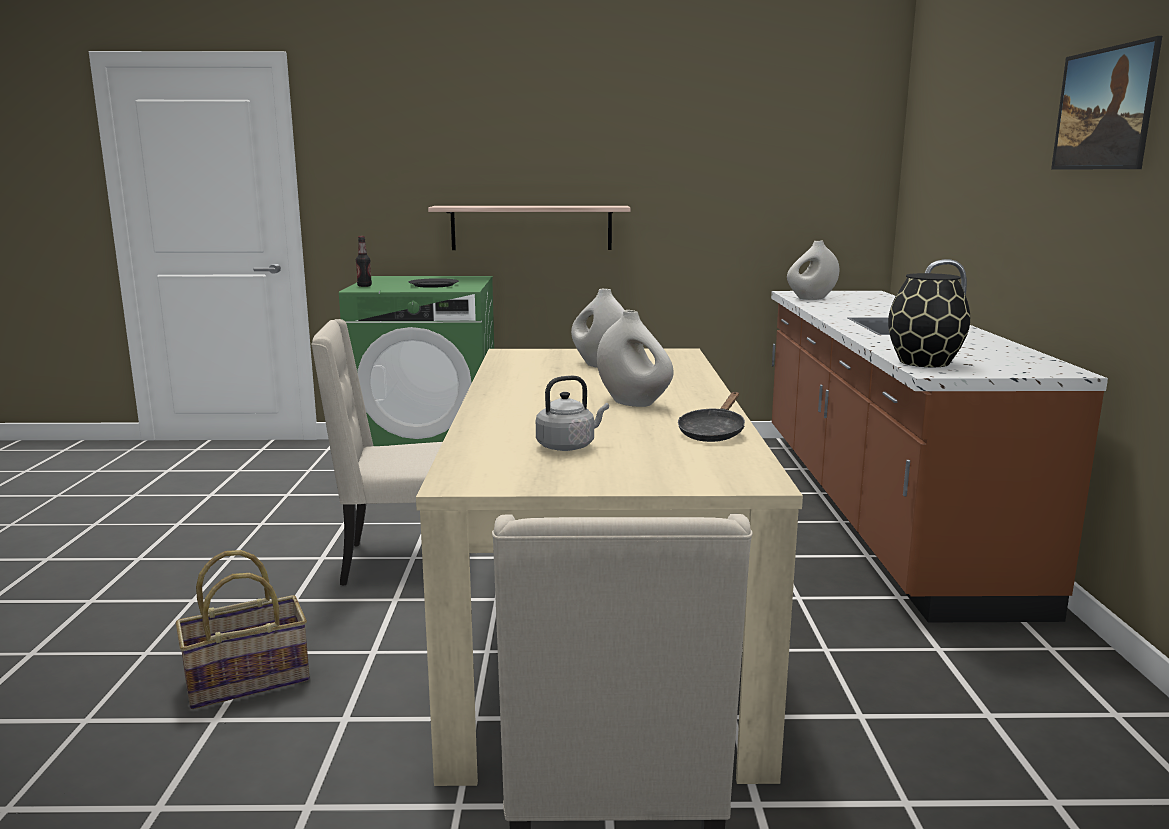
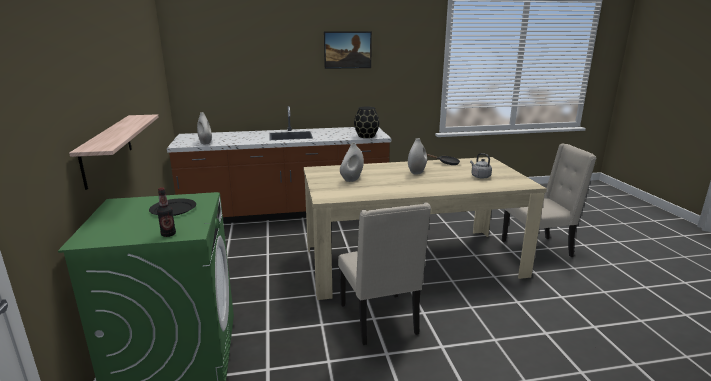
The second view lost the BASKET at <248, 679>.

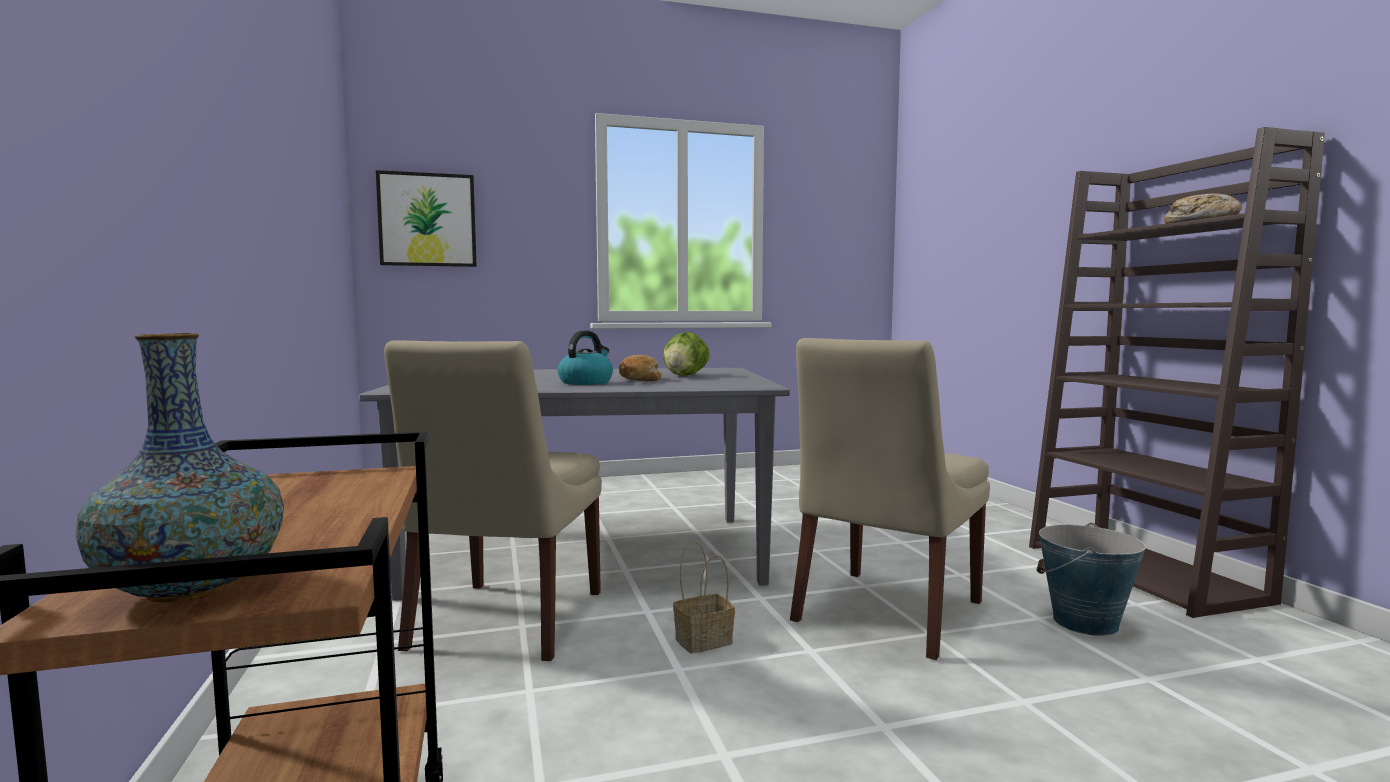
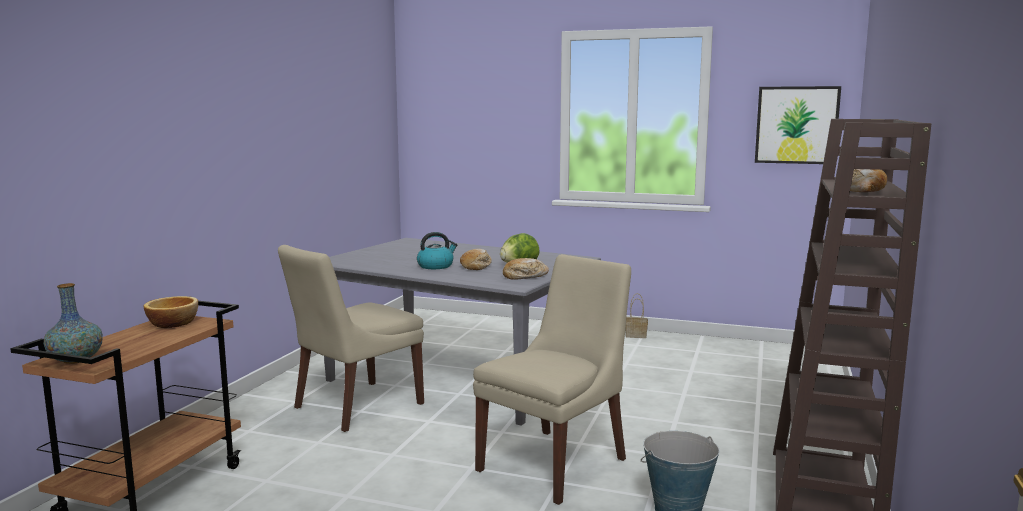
The second view gained the BOWL at <173, 323>. The BEIGE CHAIR at <885, 614> ended up facing another way, 150 degrees clockwise from before. The second view gained the BREAD at <525, 276>. The BASKET ended up elsewhere, having gone from <704, 640> to <636, 335>. The PICTURE ended up elsewhere, having gone from <427, 220> to <796, 125>.

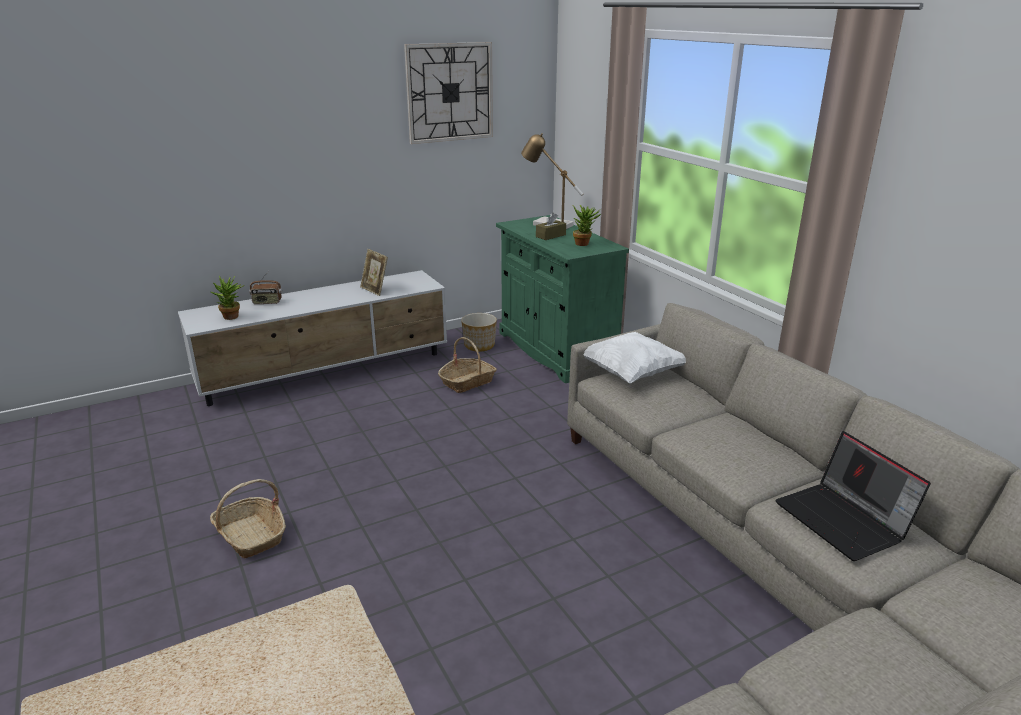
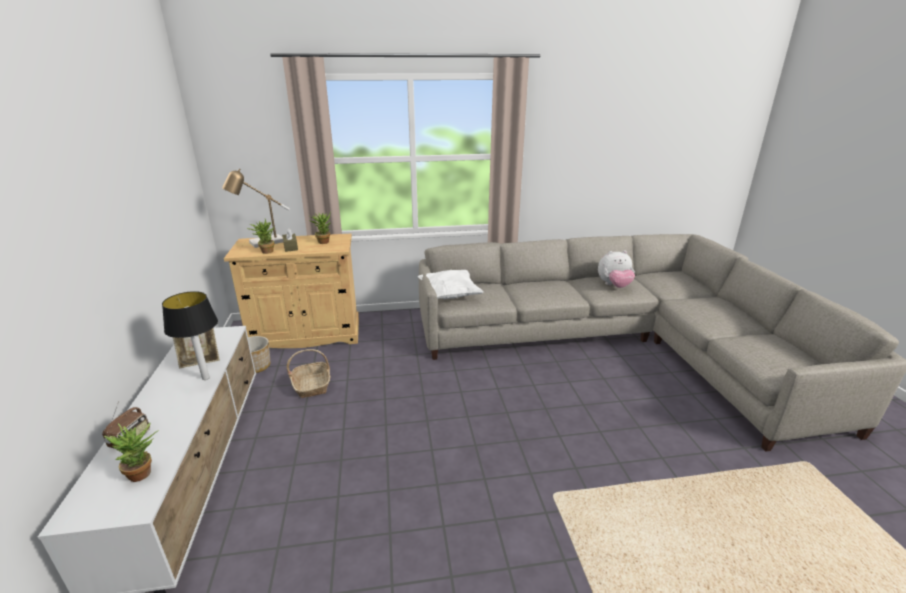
The second view gained the TABLE LAMP at <205, 378>. What was the GREEN CABINET at <555, 350> turned into the BEIGE CABINET at <306, 335>. The second view gained the POTTED PLANT at <265, 251>. Where the LAPTOP stood at <844, 521>, the PLUSH TOY came to stand at <614, 286>. The second view lost the BASKET at <251, 536>. The second view lost the WALL CLOCK at <450, 92>.

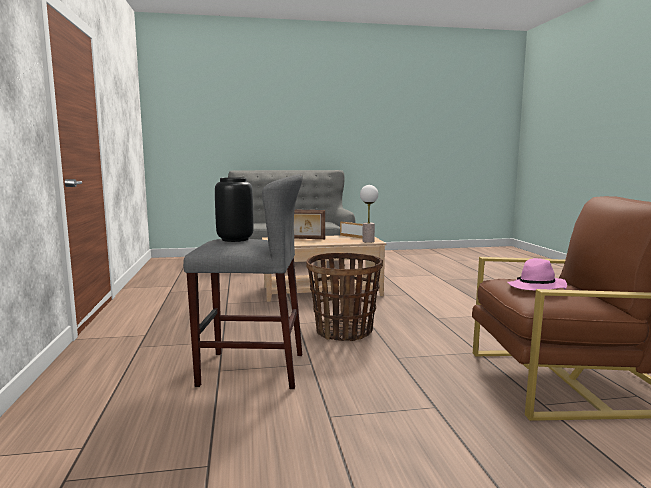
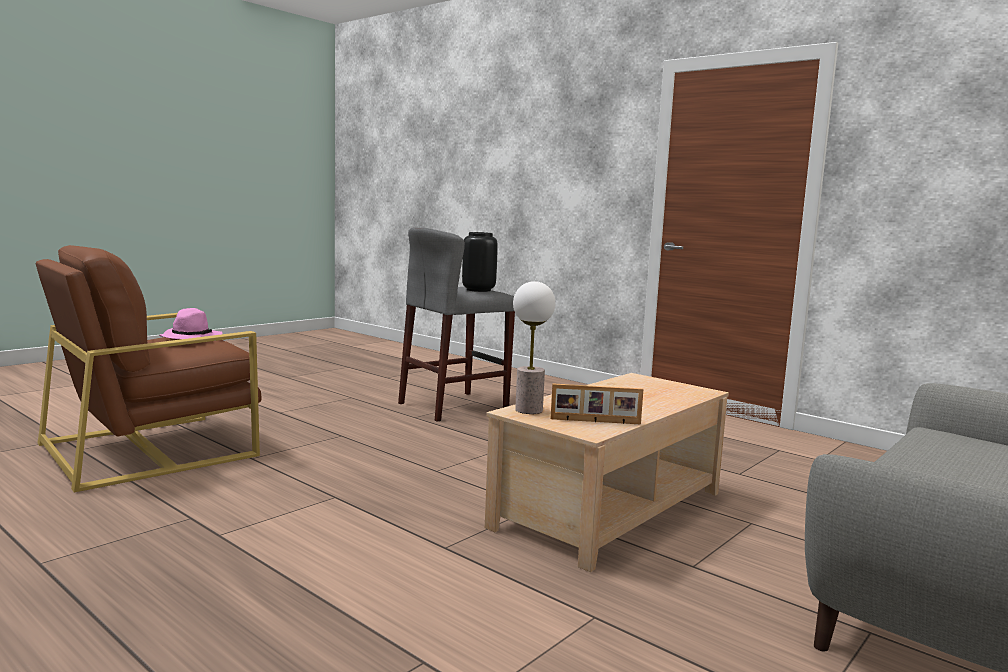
The second view lost the PICTURE FRAME at <307, 238>. The second view lost the BASKET at <344, 331>.

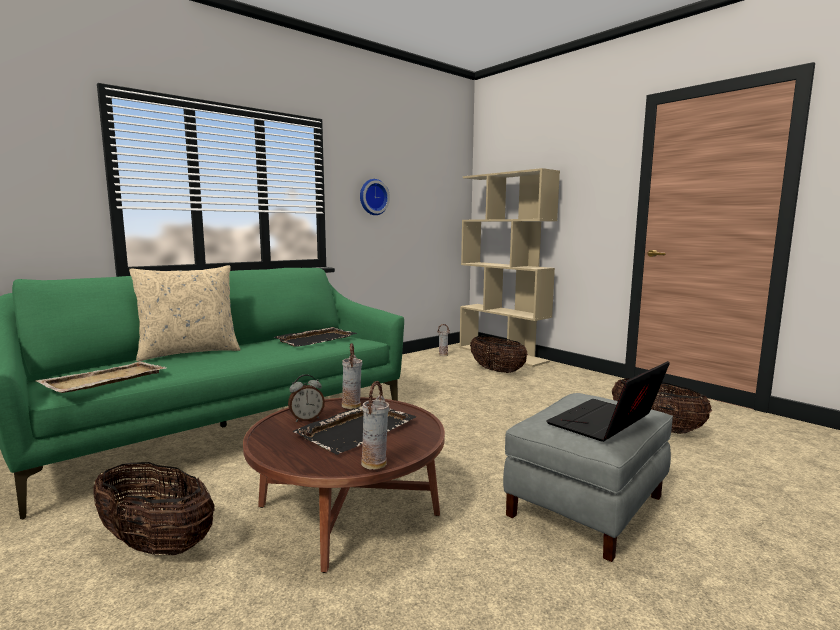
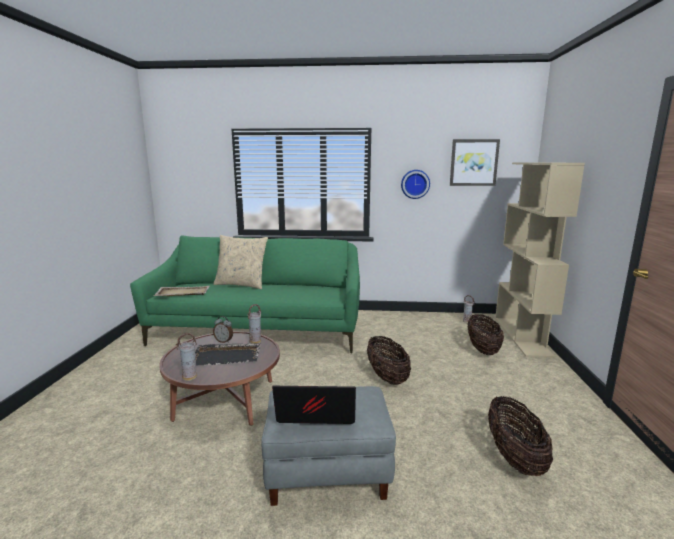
The BASKET ended up elsewhere, having gone from <156, 544> to <387, 377>. The second view gained the PICTURE at <473, 162>. The second view lost the BLACK TRAY at <317, 339>.

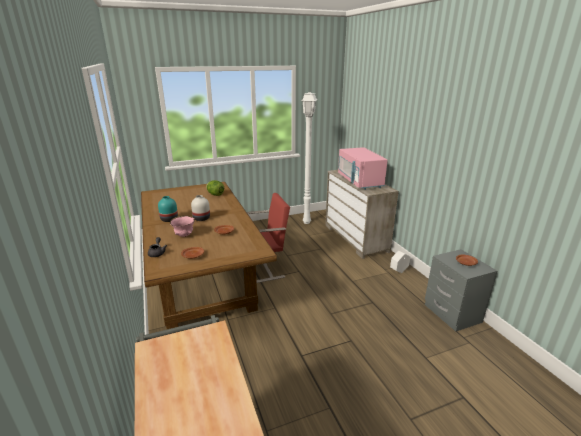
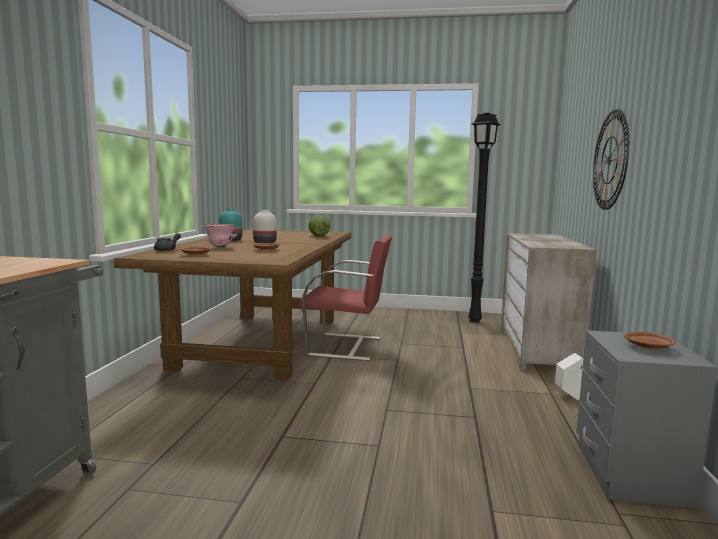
What was the WHITE FLOOR LAMP at <307, 222> turned into the BLACK FLOOR LAMP at <476, 321>. The second view gained the WALL CLOCK at <610, 160>. The second view lost the PINK MICROWAVE at <359, 181>.

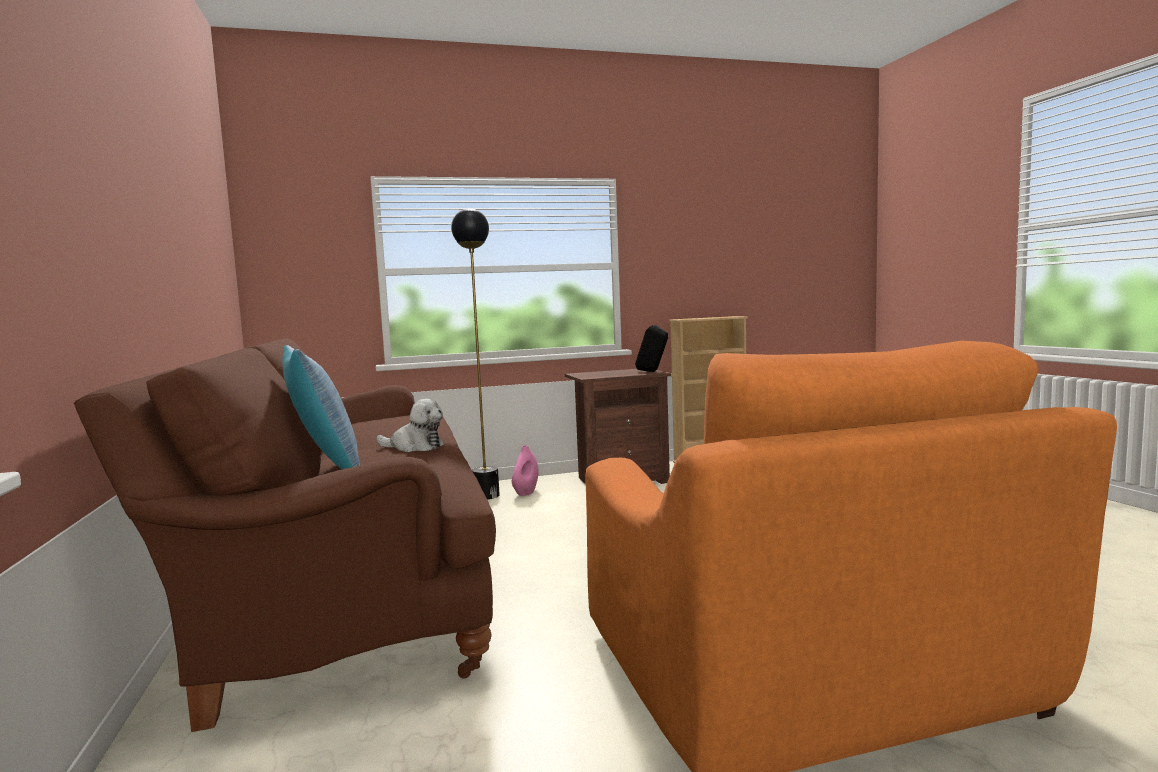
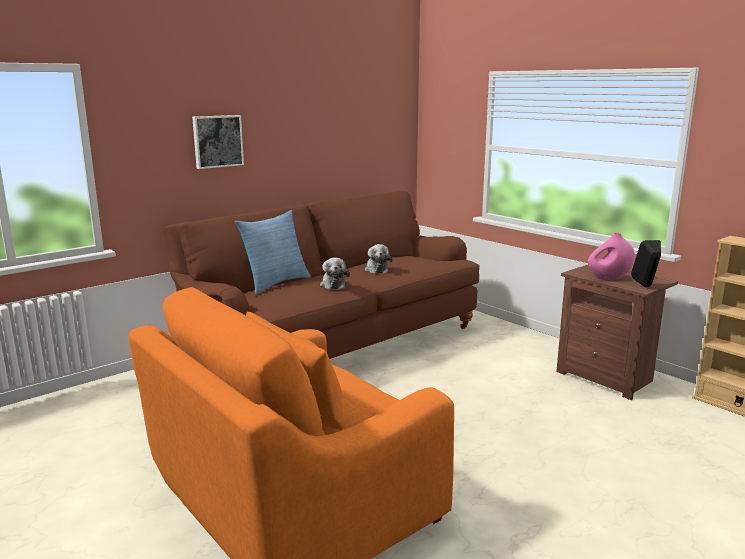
The second view gained the PICTURE at <217, 141>. The second view gained the PLUSH TOY at <377, 269>. The PINK VASE ended up elsewhere, having gone from <526, 493> to <609, 278>. The second view lost the BLACK FLOOR LAMP at <486, 496>.

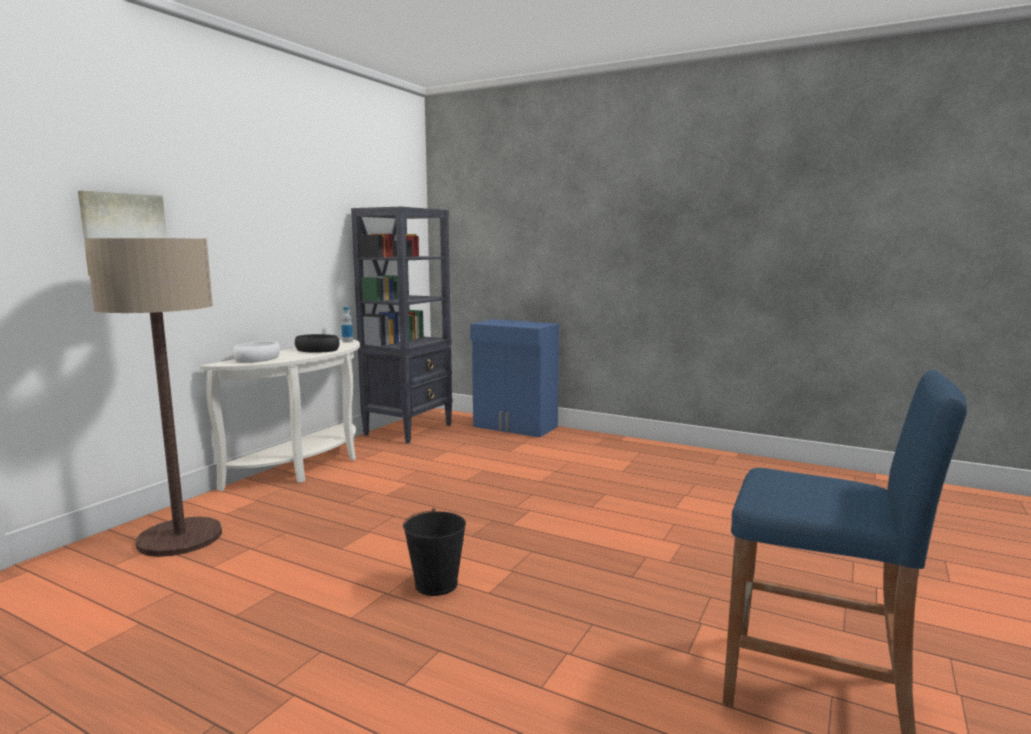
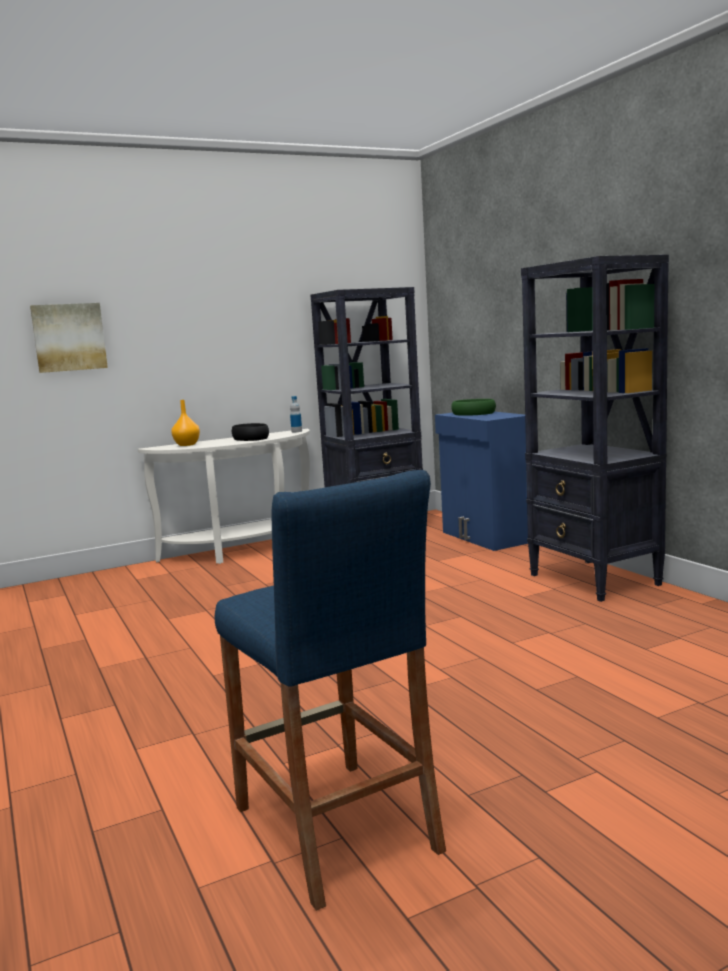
Where the WHITE BOWL stood at <257, 359>, the ORANGE VASE came to stand at <186, 445>. The second view gained the GREEN BOWL at <474, 413>. The second view gained the BLACK BOOKCASE at <594, 580>. The second view lost the FLOOR LAMP at <180, 538>. The second view lost the BLACK BUCKET at <436, 584>.

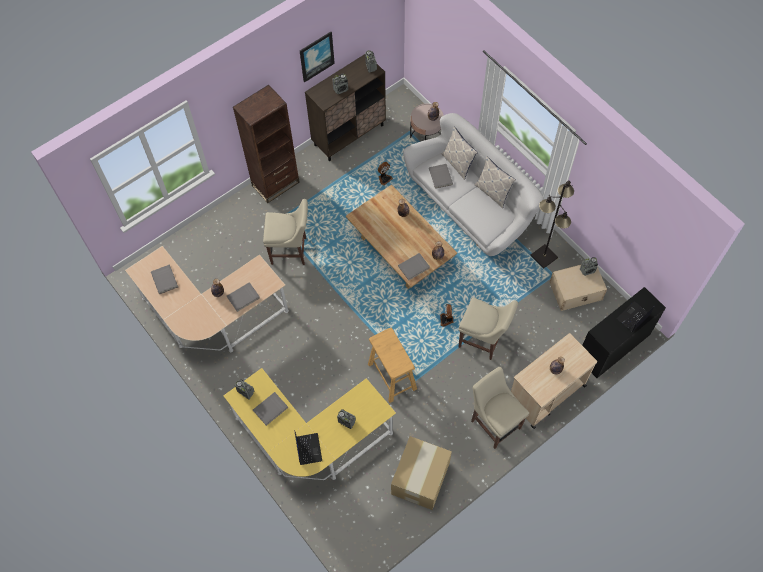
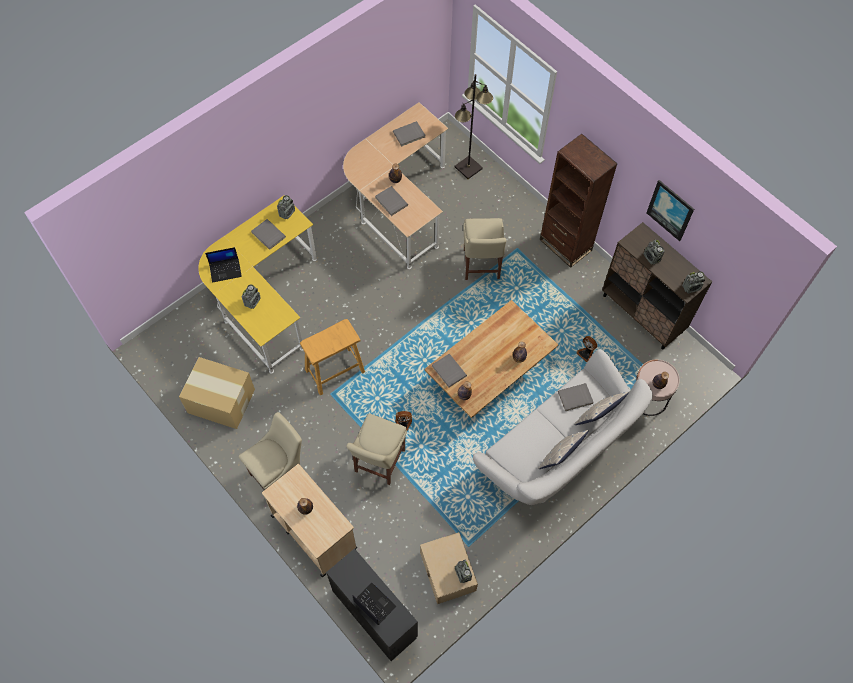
The BLACK FLOOR LAMP ended up elsewhere, having gone from <544, 256> to <468, 168>.

